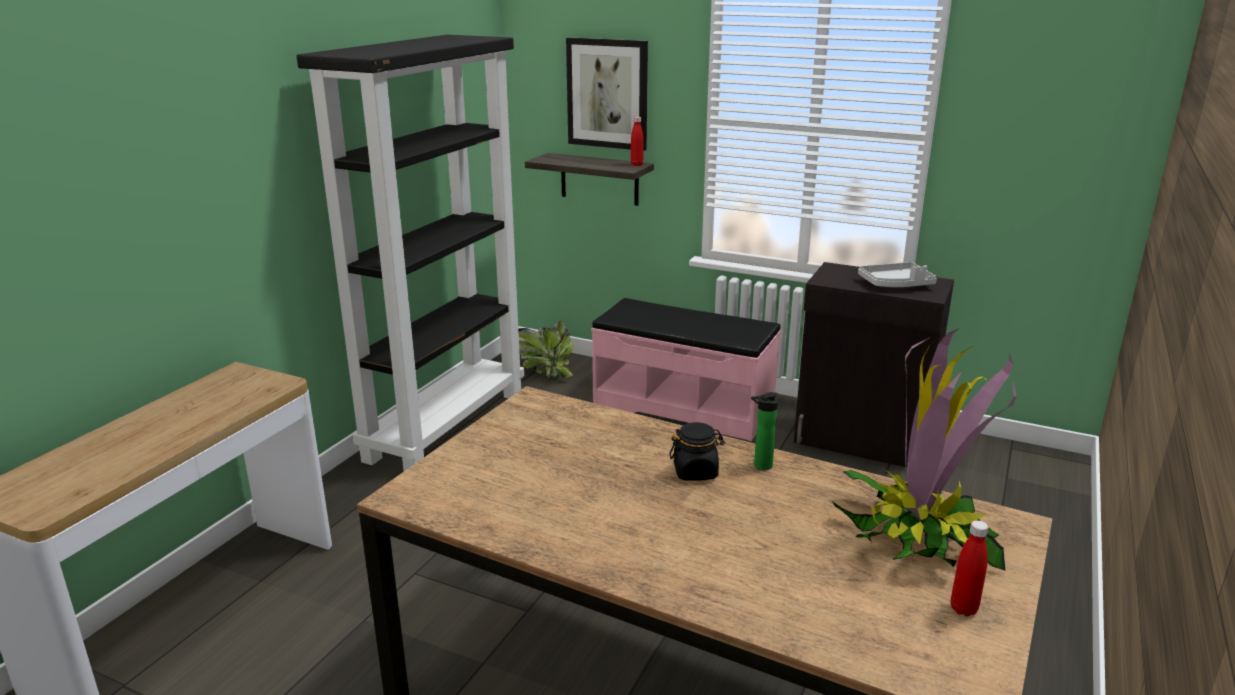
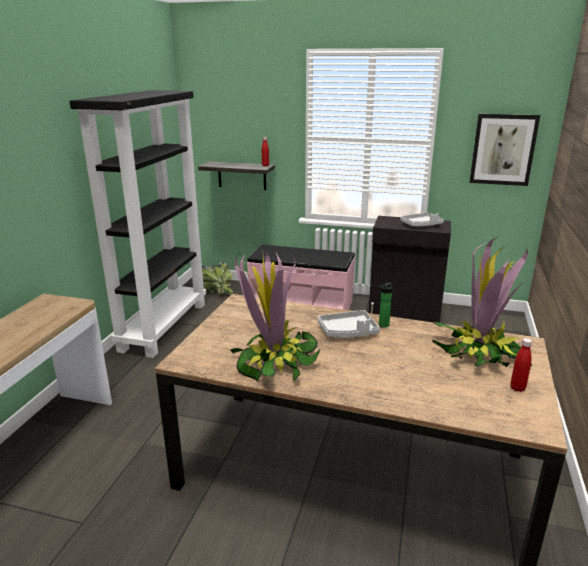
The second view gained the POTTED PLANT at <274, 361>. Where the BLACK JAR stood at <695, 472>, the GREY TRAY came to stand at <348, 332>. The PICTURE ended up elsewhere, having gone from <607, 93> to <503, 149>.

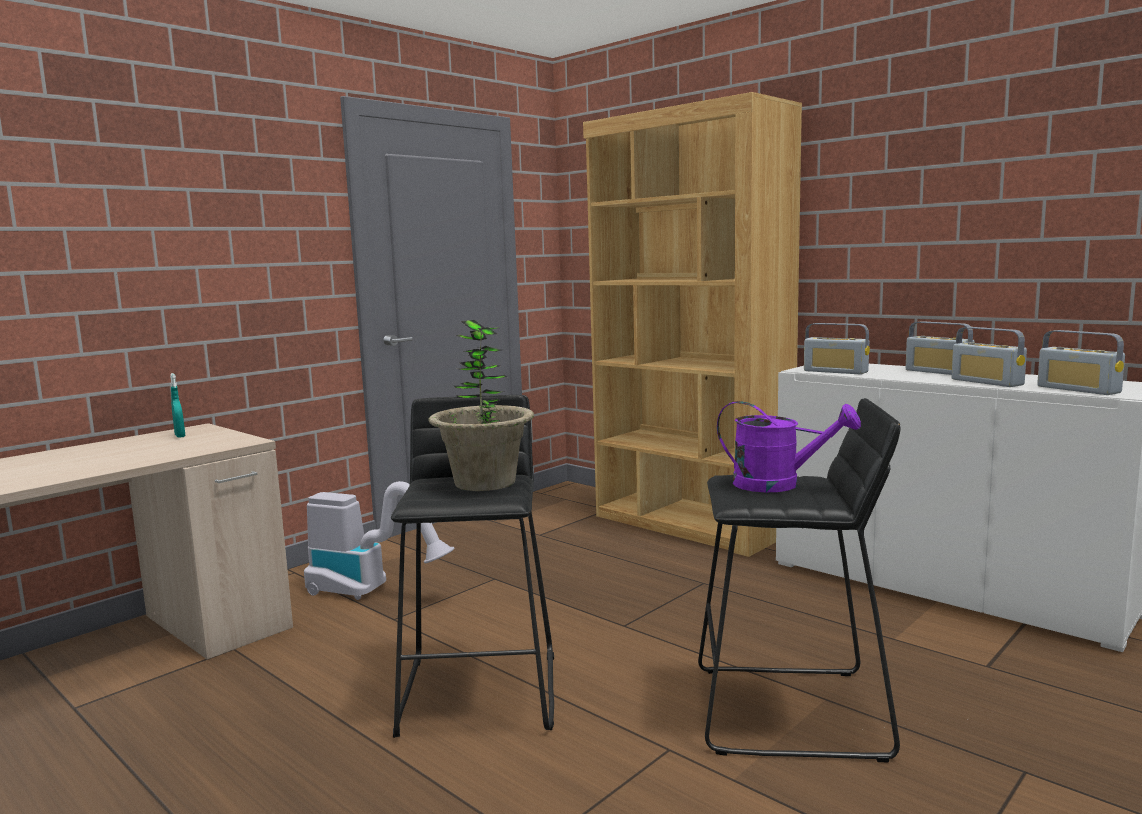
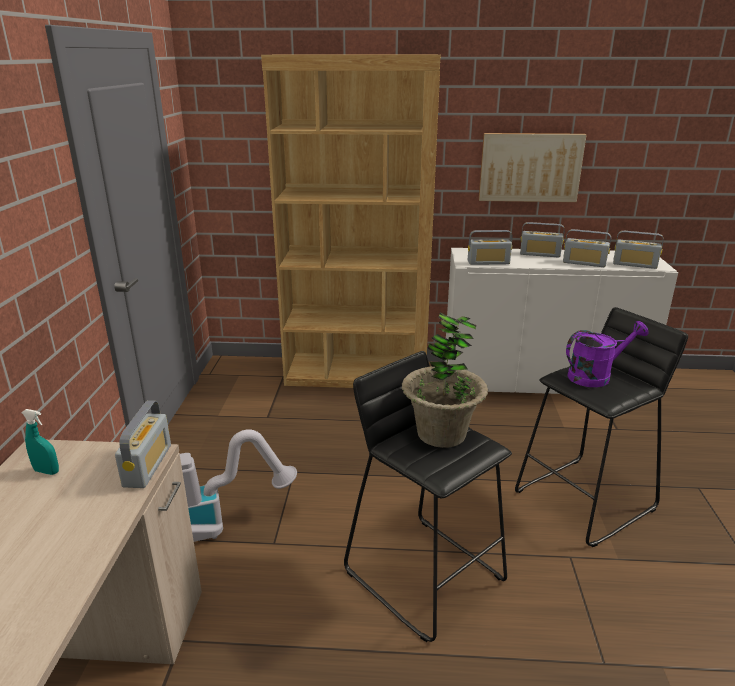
The second view gained the RADIO at <147, 465>. The second view gained the PICTURE at <530, 167>.

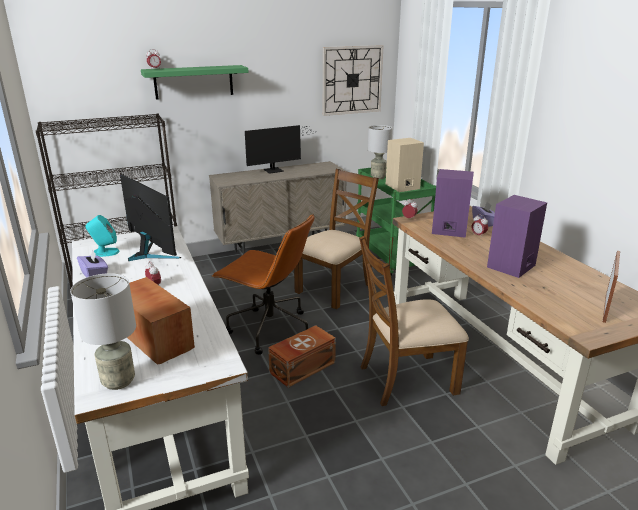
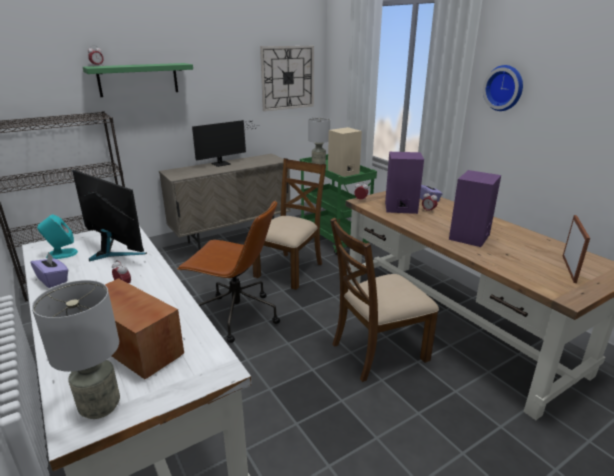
The second view gained the WALL CLOCK at <504, 88>. The second view lost the BROWN STORAGE BOX at <301, 367>.

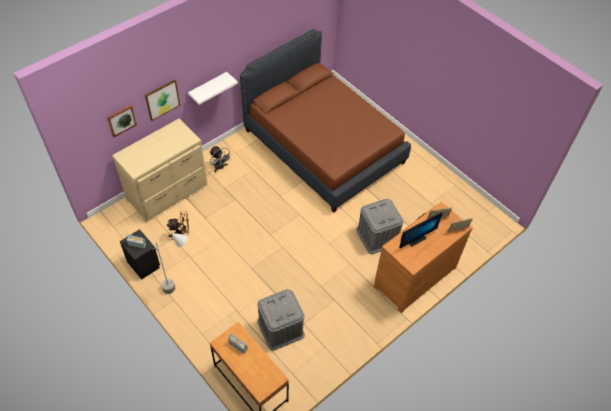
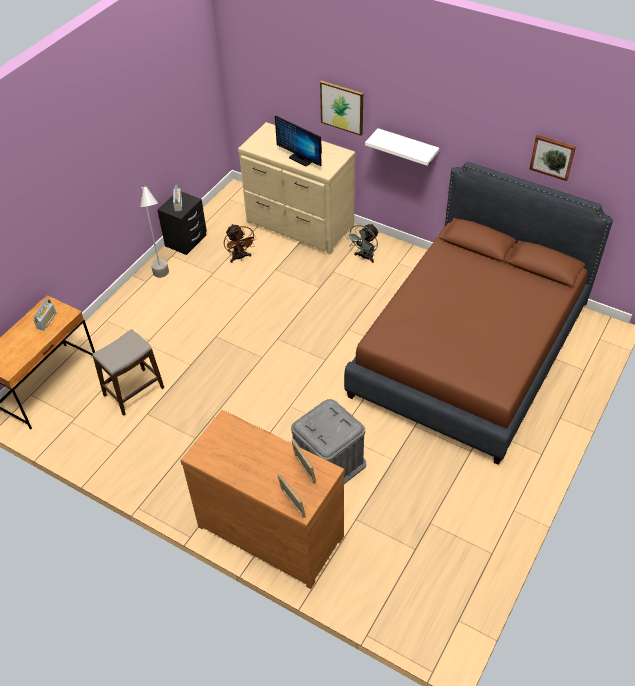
Where the GREY STORAGE BOX stood at <280, 328>, the STOOL came to stand at <134, 392>. The MONITOR ended up elsewhere, having gone from <415, 239> to <301, 159>. The PICTURE ended up elsewhere, having gone from <121, 120> to <552, 157>.

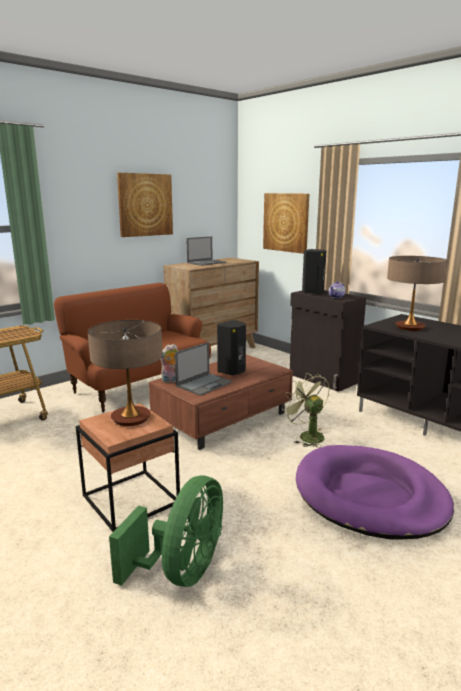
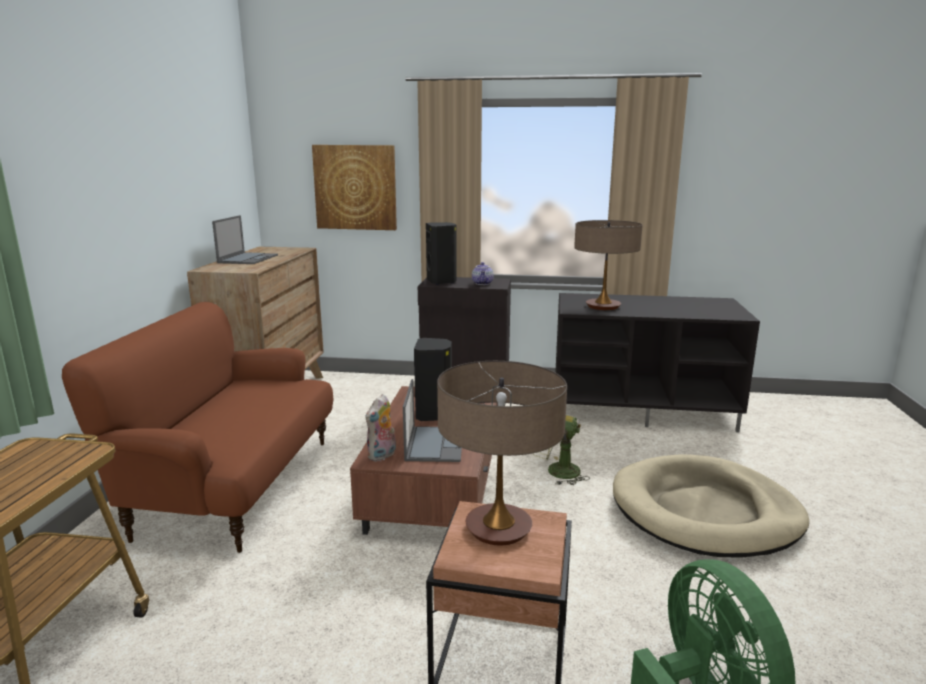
What was the PURPLE DOG BED at <369, 496> turned into the BEIGE DOG BED at <705, 511>. The second view lost the PICTURE at <145, 205>.

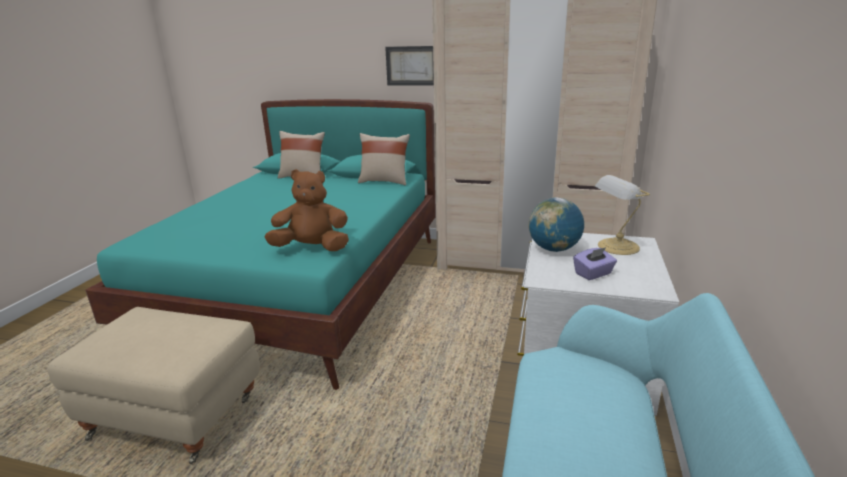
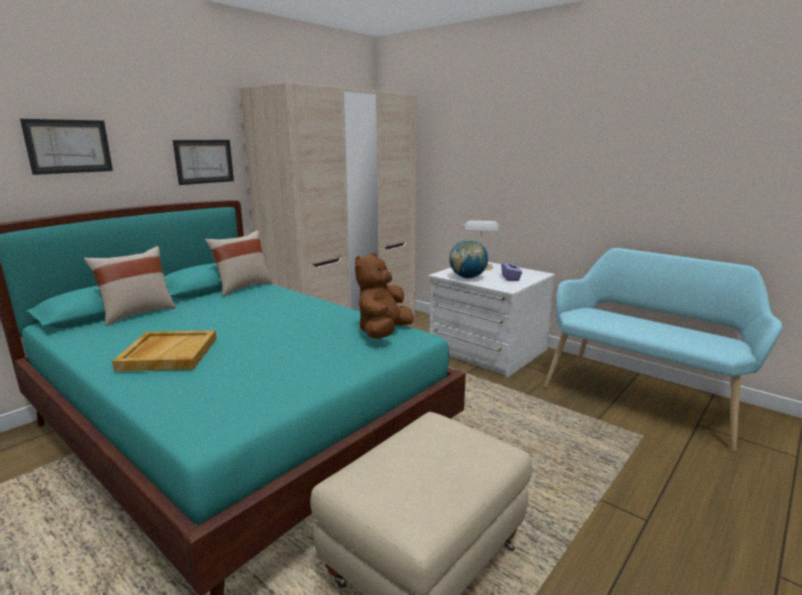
The second view gained the PICTURE at <69, 146>. The second view gained the BEIGE TRAY at <168, 353>.

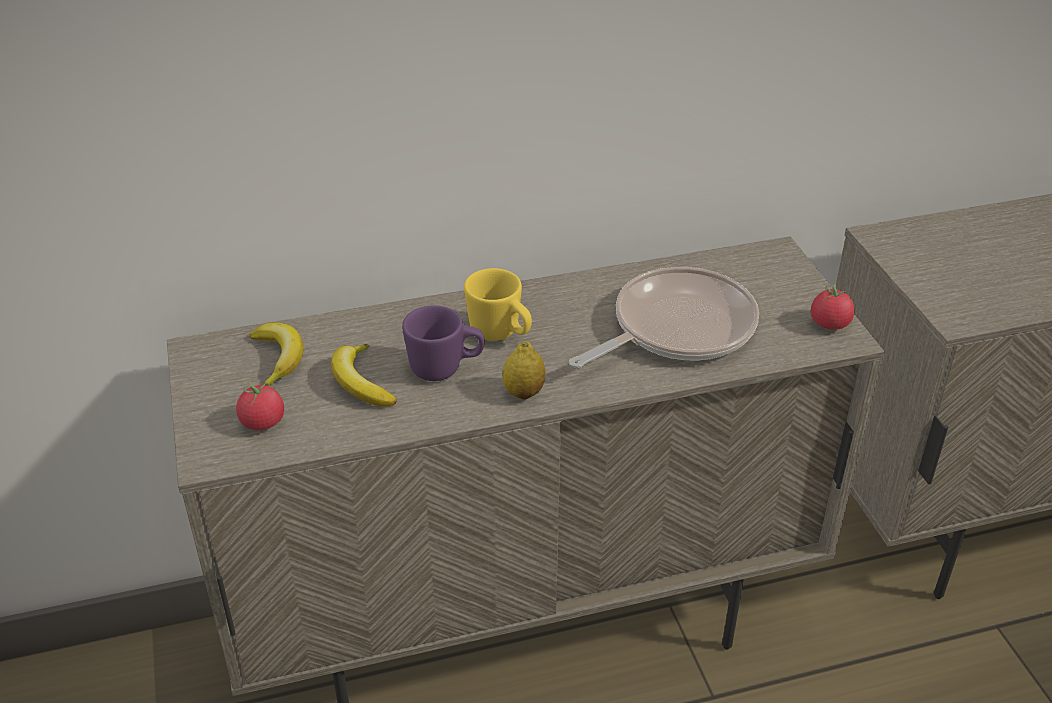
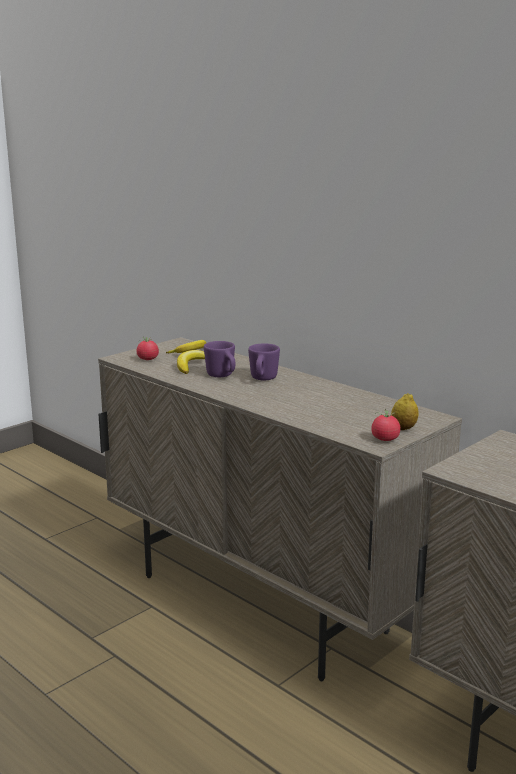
What was the YELLOW MUG at <501, 334> turned into the PURPLE MUG at <262, 379>. The LEMON ended up elsewhere, having gone from <524, 392> to <403, 428>. The second view lost the FRYING PAN at <676, 328>.

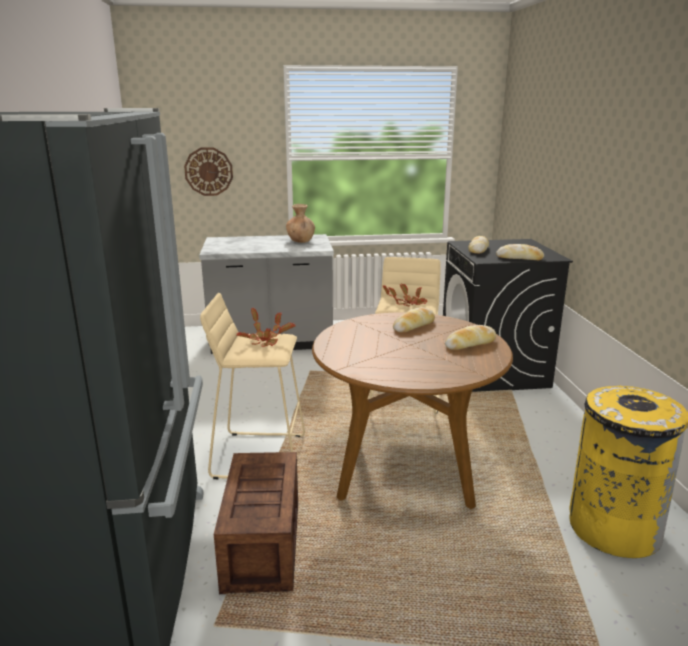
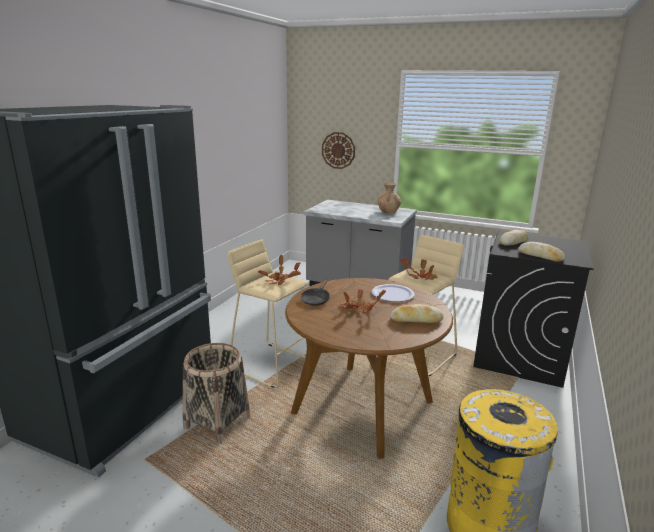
Where the CRATE stood at <262, 543>, the BASKET came to stand at <217, 422>. The second view gained the BLACK FRYING PAN at <316, 299>. The second view gained the POTTED PLANT at <357, 309>. Where the BREAD stood at <414, 325>, the PLATE came to stand at <392, 294>.

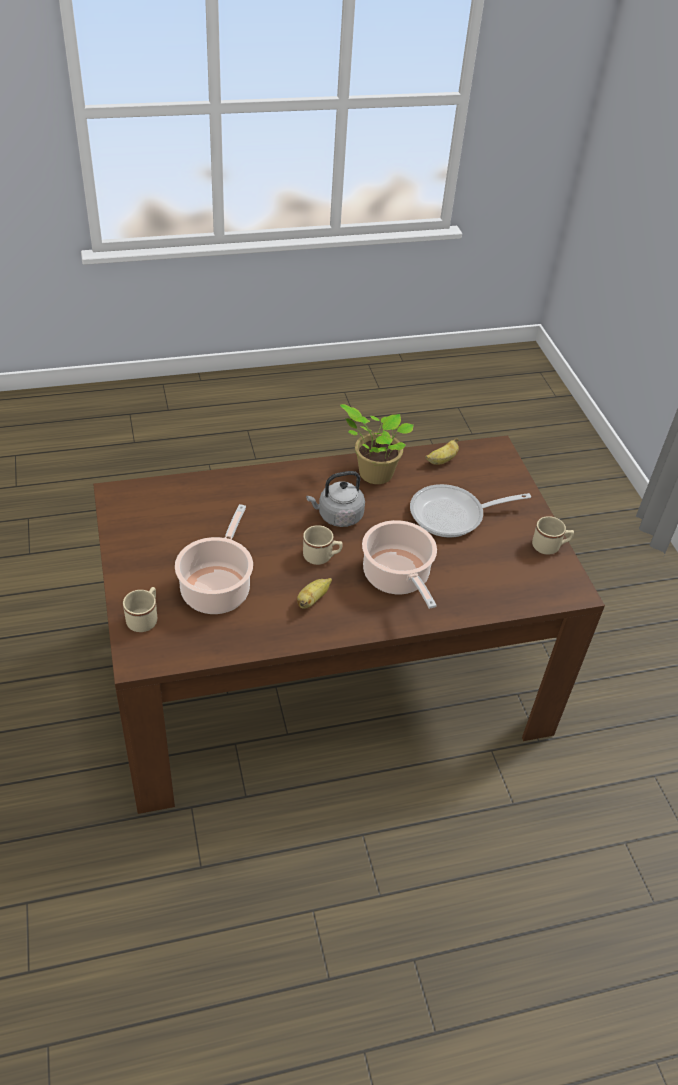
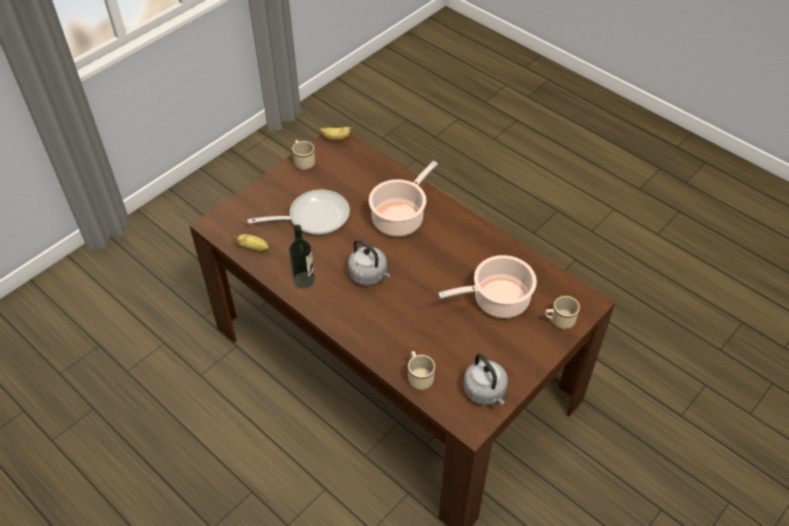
The FRYING PAN at <453, 515> ended up facing another way, 60 degrees counterclockwise from before. Where the POTTED PLANT stood at <372, 473>, the BOTTLE came to stand at <304, 280>. The BANANA ended up elsewhere, having gone from <312, 600> to <336, 138>. The BEIGE MUG ended up elsewhere, having gone from <321, 557> to <419, 376>. The second view gained the GREY KETTLE at <485, 392>.

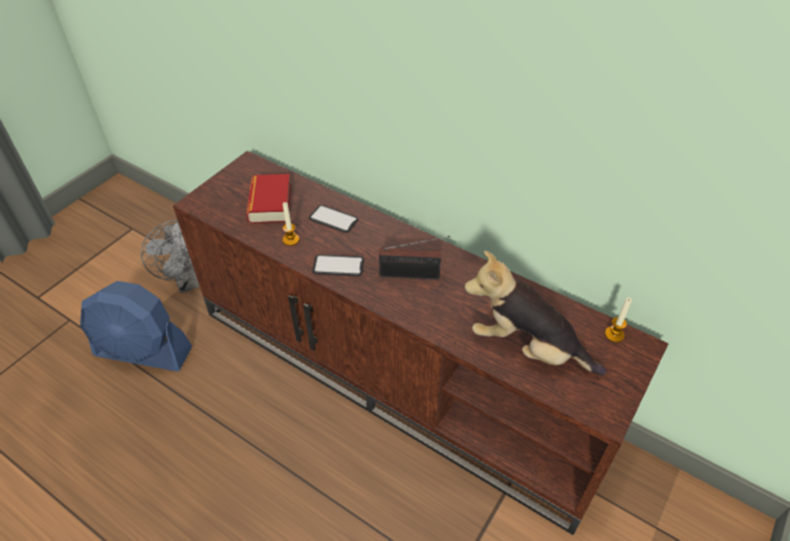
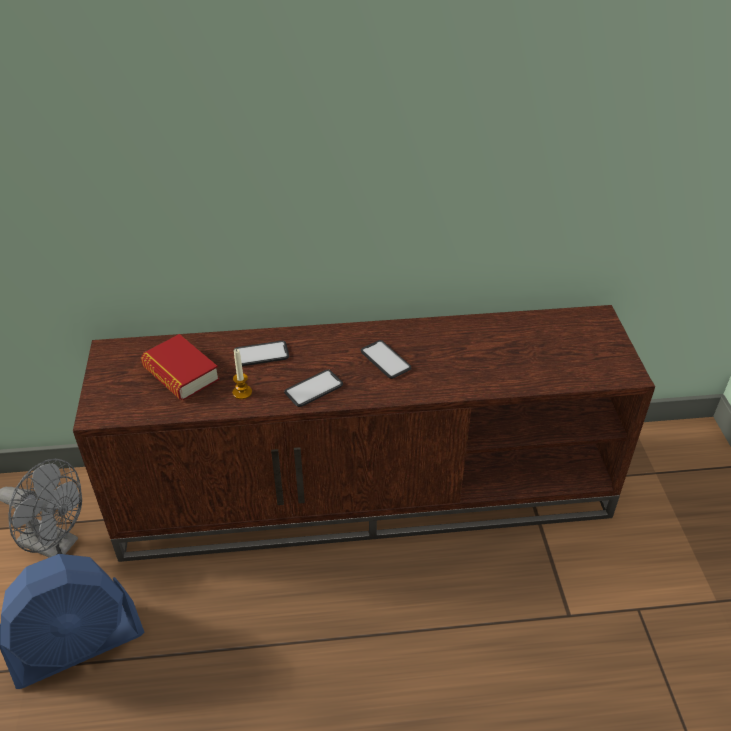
Where the RADIO stood at <413, 275>, the PHONE came to stand at <385, 360>. The second view lost the PLUSH TOY at <527, 348>. The second view lost the CANDLE at <614, 334>.

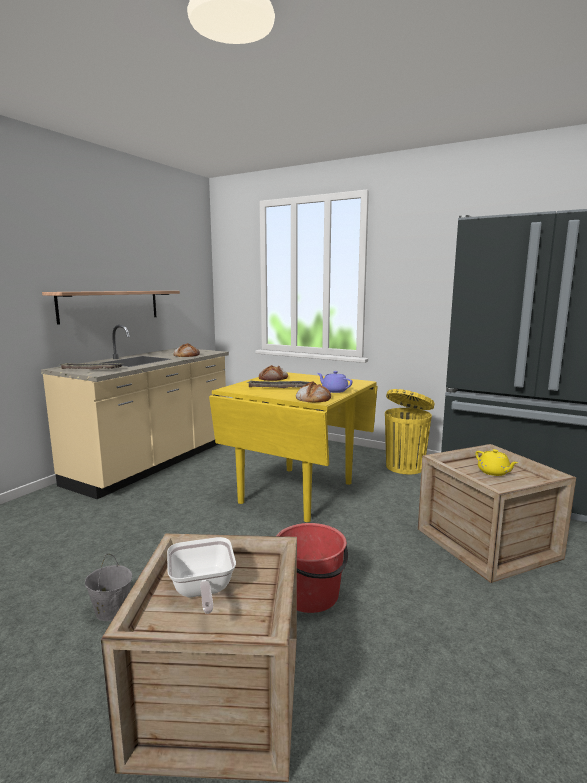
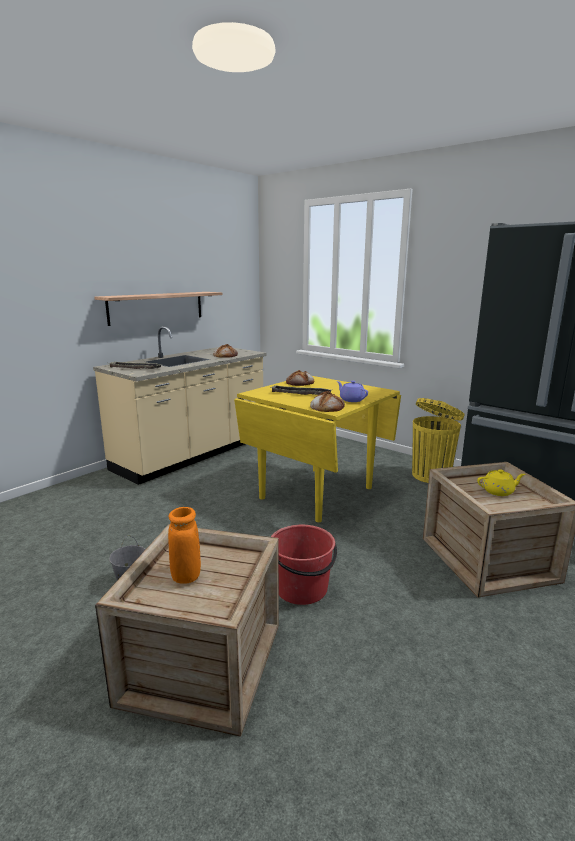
Where the FRYING PAN stood at <202, 591>, the ORANGE VASE came to stand at <186, 576>. The YELLOW TEAPOT at <494, 472> ended up facing another way, 75 degrees counterclockwise from before.

